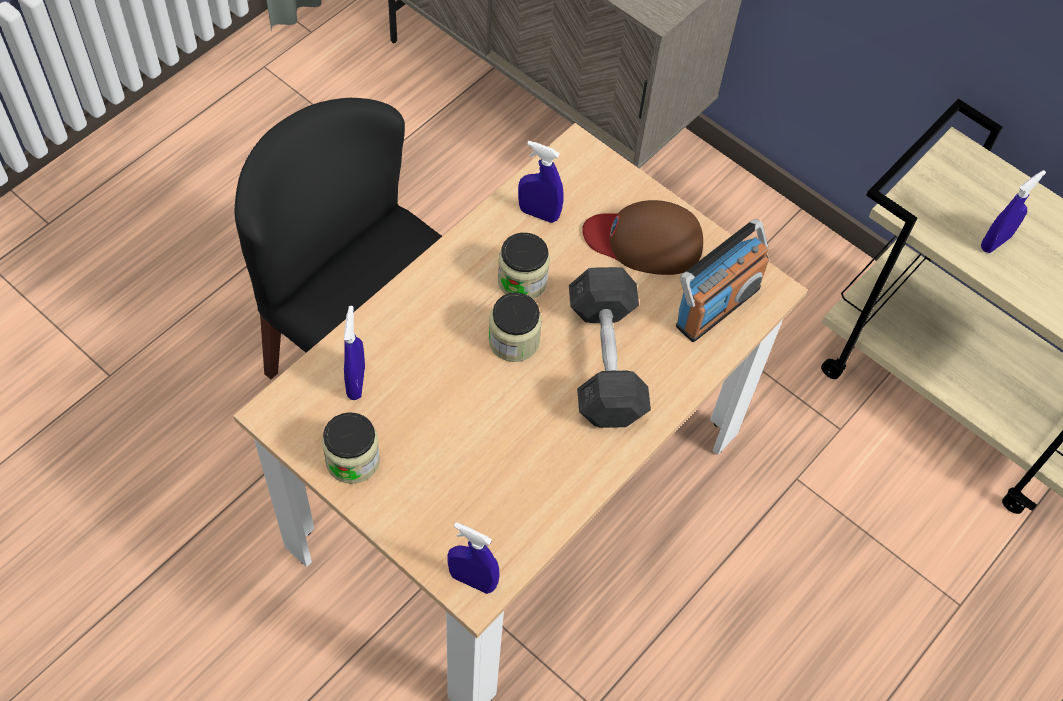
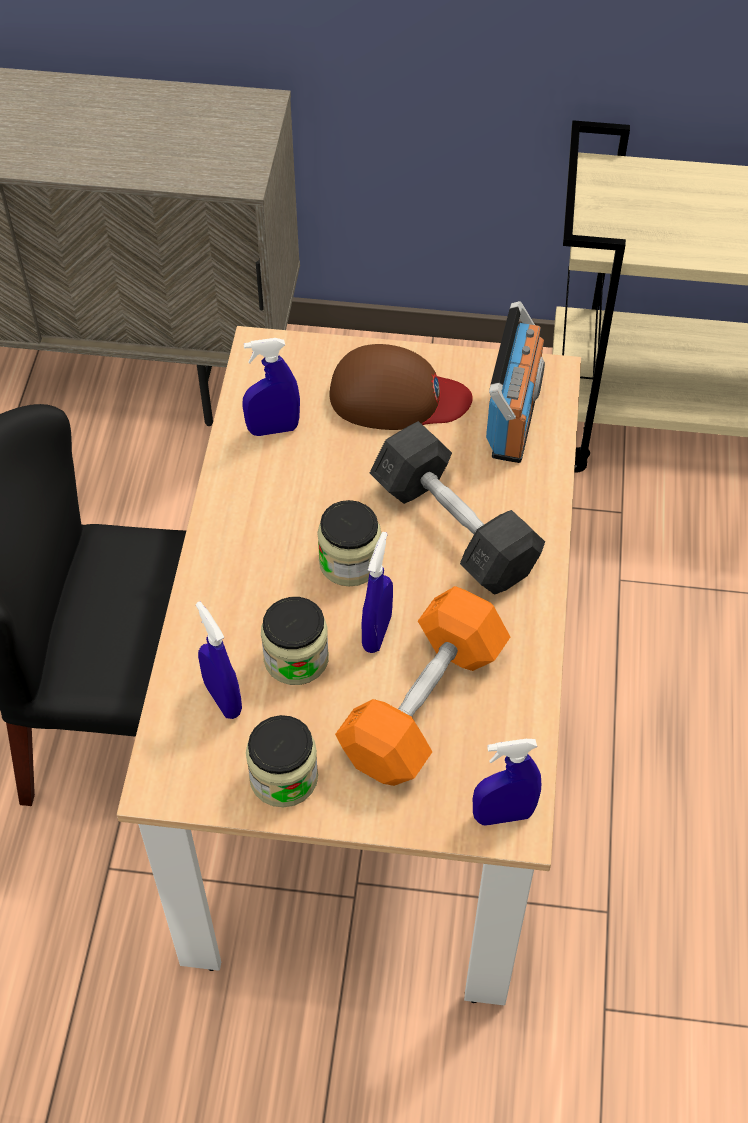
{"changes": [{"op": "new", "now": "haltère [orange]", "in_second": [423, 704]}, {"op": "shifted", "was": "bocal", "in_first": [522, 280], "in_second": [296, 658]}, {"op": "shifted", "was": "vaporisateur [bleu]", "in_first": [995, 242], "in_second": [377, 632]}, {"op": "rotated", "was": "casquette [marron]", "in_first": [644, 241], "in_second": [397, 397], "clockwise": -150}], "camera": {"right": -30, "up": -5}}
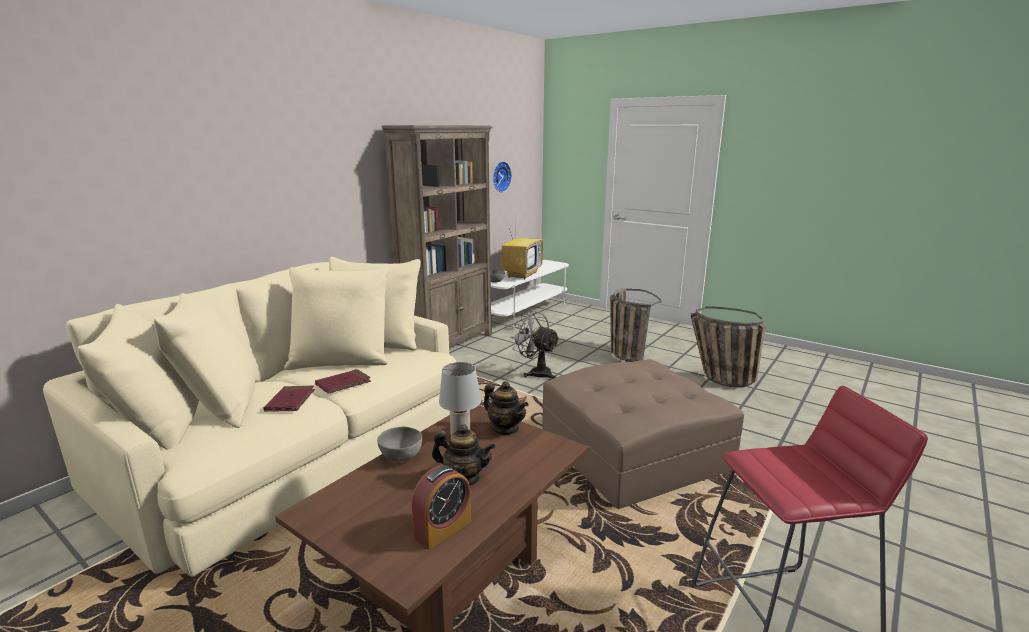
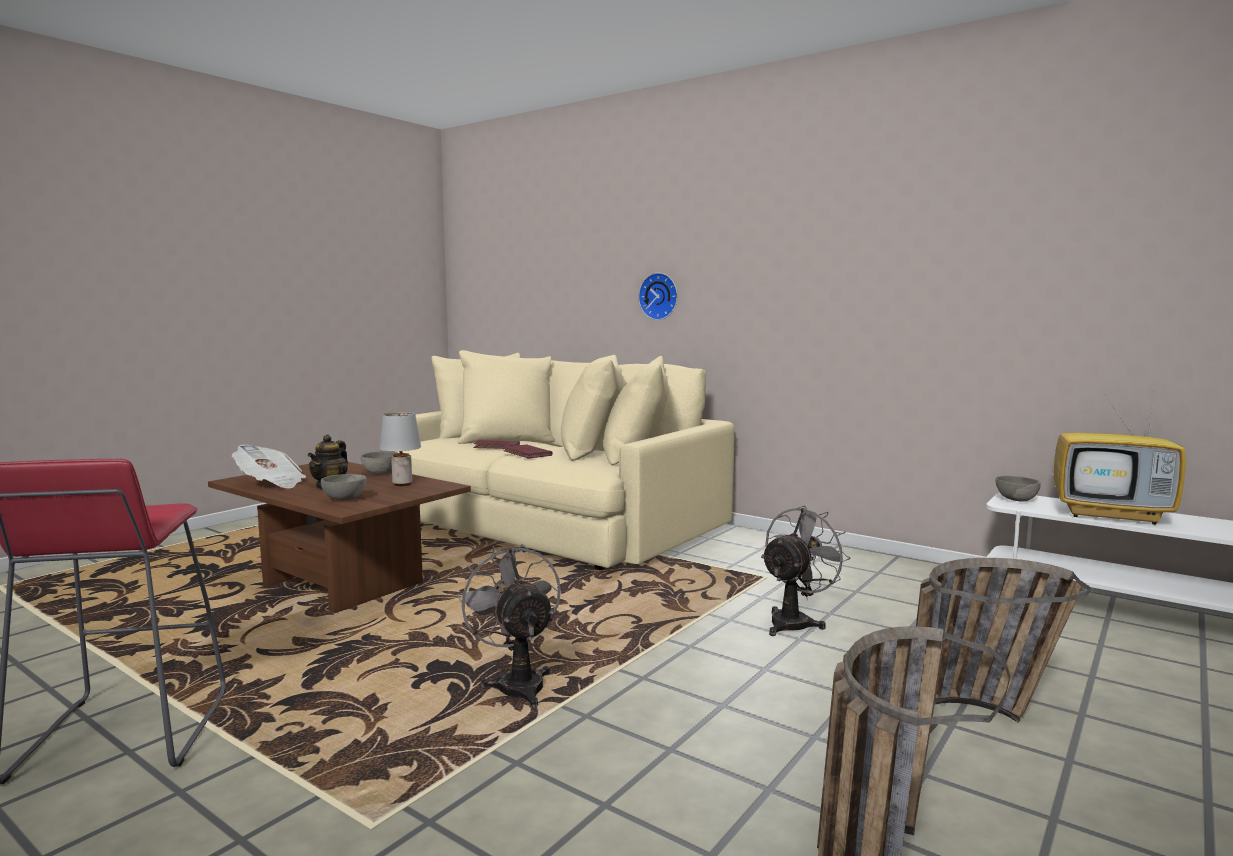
{"changes": [{"op": "gone", "was": "bibliothèque [marron]", "in_first": [449, 344]}, {"op": "gone", "was": "théière", "in_first": [505, 429]}, {"op": "new", "now": "bol [gris]", "in_second": [345, 499]}, {"op": "shifted", "was": "horloge murale", "in_first": [500, 176], "in_second": [659, 296]}, {"op": "swapped", "was": "réveil", "now": "journal", "in_first": [443, 529], "in_second": [271, 484]}, {"op": "swapped", "was": "pouf [marron]", "now": "ventilateur [gris]", "in_first": [634, 451], "in_second": [517, 683]}], "camera": {"right": 90, "up": -10}}
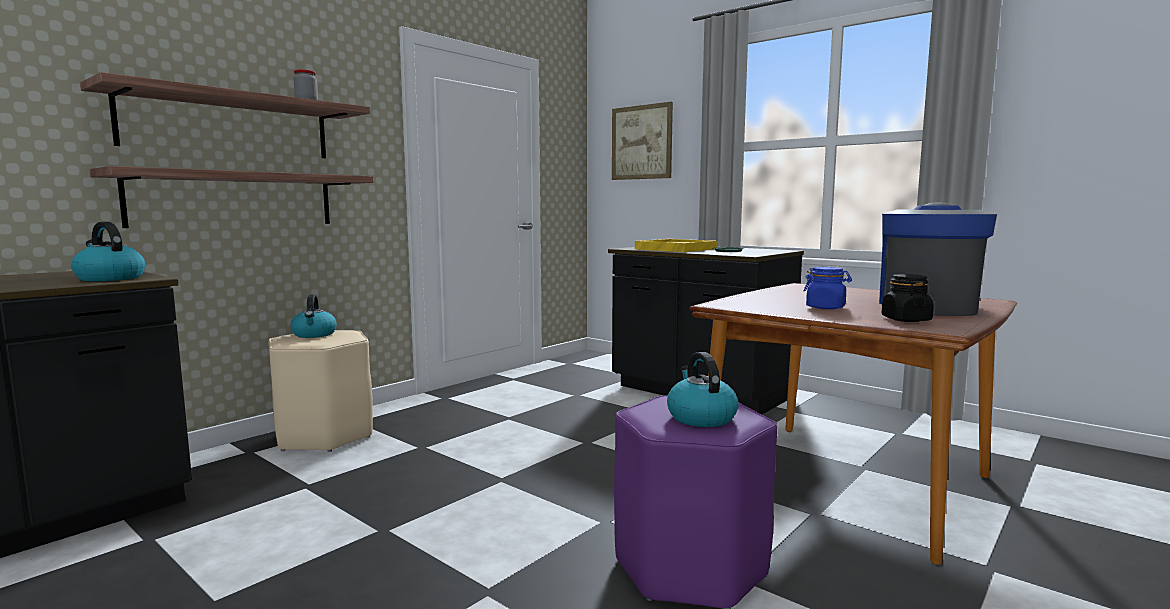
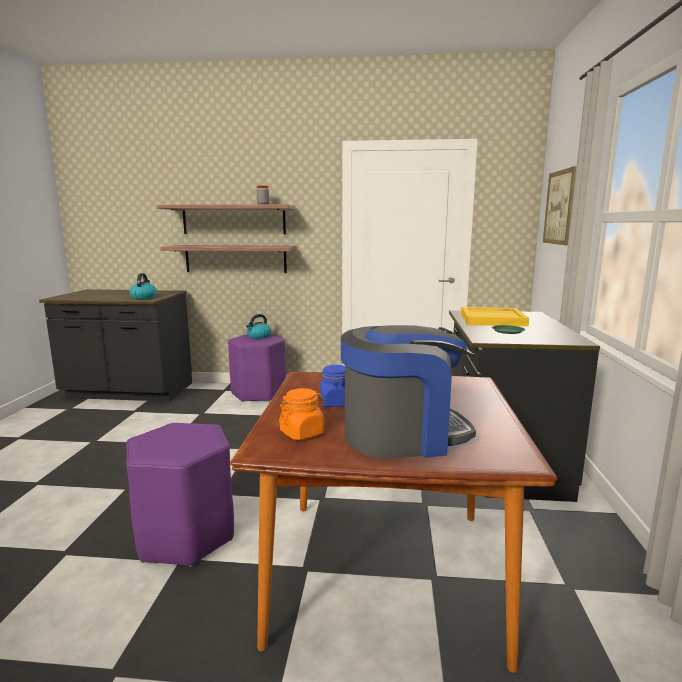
{"changes": [{"op": "gone", "was": "bouilloire", "in_first": [700, 417]}, {"op": "repainted", "was": "tabouret [beige]", "now": "tabouret [violet]", "in_first": [325, 436], "in_second": [259, 393]}, {"op": "repainted", "was": "bocal [noir]", "now": "bocal [orange]", "in_first": [905, 320], "in_second": [302, 433]}], "camera": {"right": 55, "up": 5}}
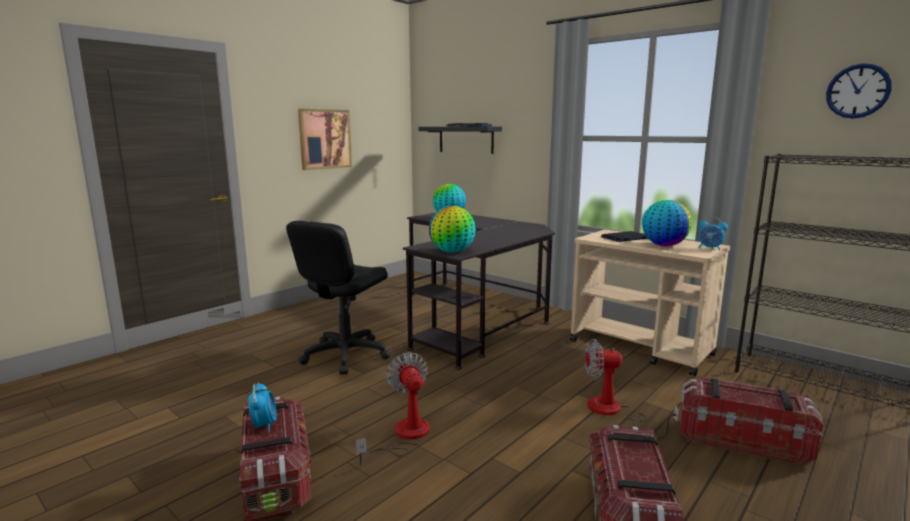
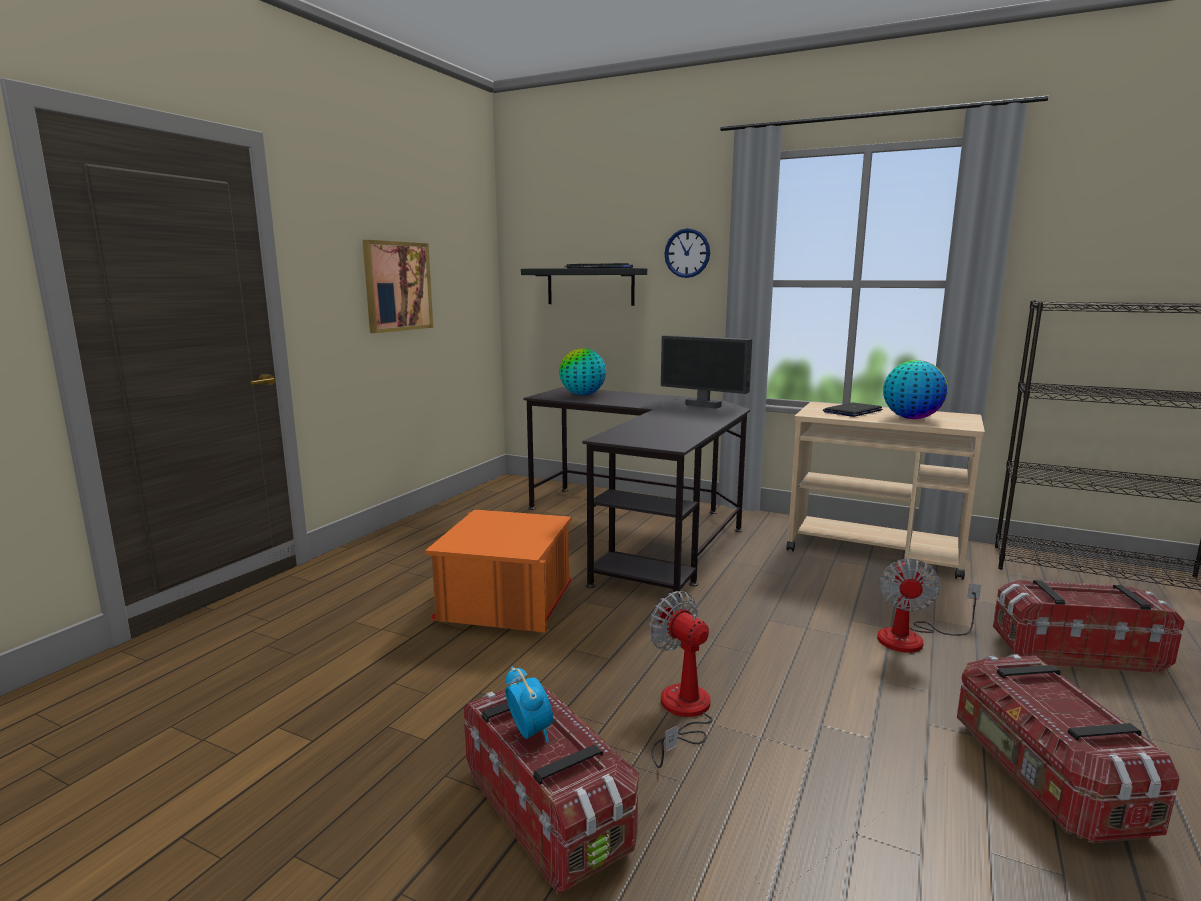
{"changes": [{"op": "gone", "was": "globe", "in_first": [452, 252]}, {"op": "gone", "was": "réveil", "in_first": [709, 248]}, {"op": "new", "now": "écran d'ordinateur", "in_second": [703, 405]}, {"op": "shifted", "was": "horloge murale", "in_first": [857, 91], "in_second": [687, 253]}, {"op": "swapped", "was": "chaise de bureau [noir]", "now": "boîte de rangement [orange]", "in_first": [345, 355], "in_second": [503, 605]}, {"op": "rotated", "was": "ventilateur", "in_first": [614, 412], "in_second": [913, 638], "clockwise": -60}], "camera": {"right": -15, "up": 0}}
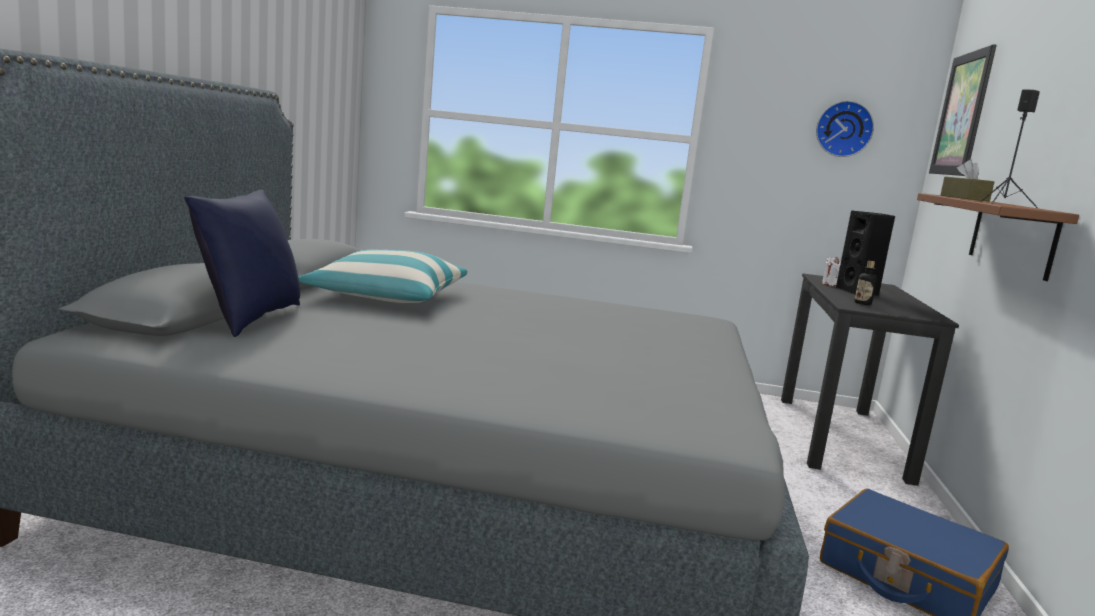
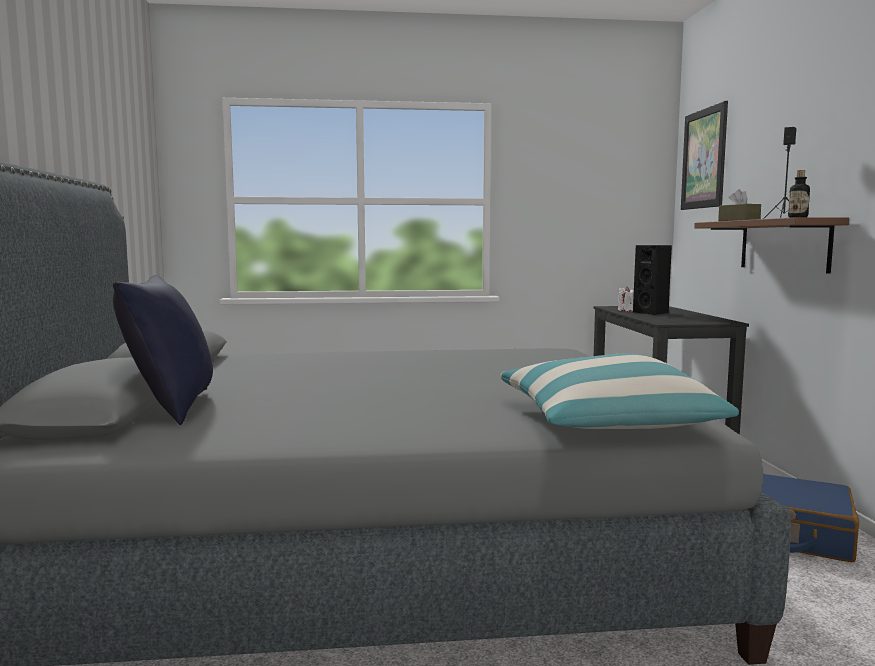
{"changes": [{"op": "gone", "was": "horloge murale", "in_first": [843, 129]}, {"op": "shifted", "was": "coussin", "in_first": [387, 296], "in_second": [607, 421]}, {"op": "shifted", "was": "bouteille", "in_first": [862, 303], "in_second": [797, 217]}], "camera": {"right": -15, "up": -5}}
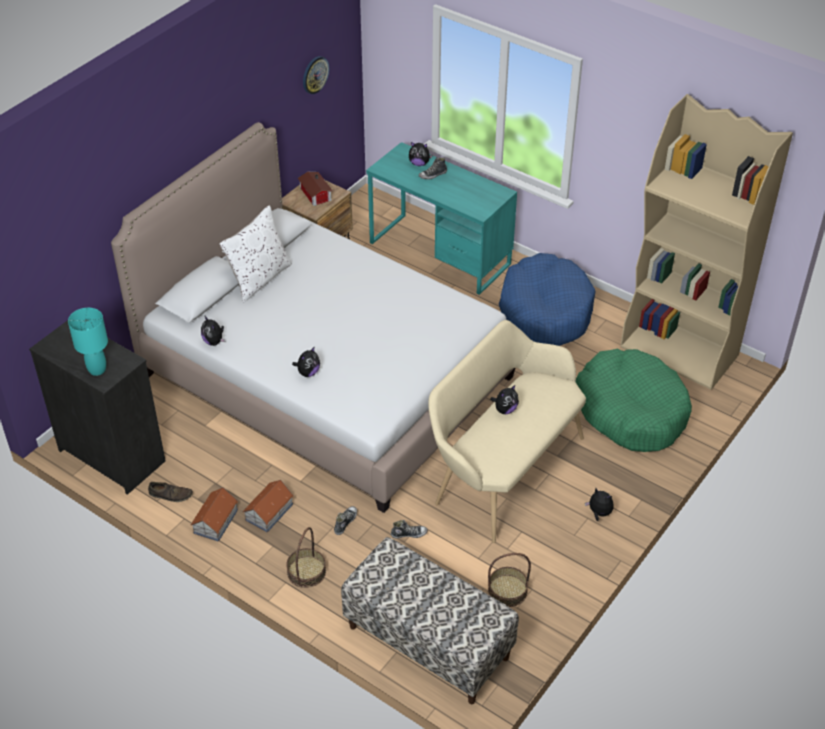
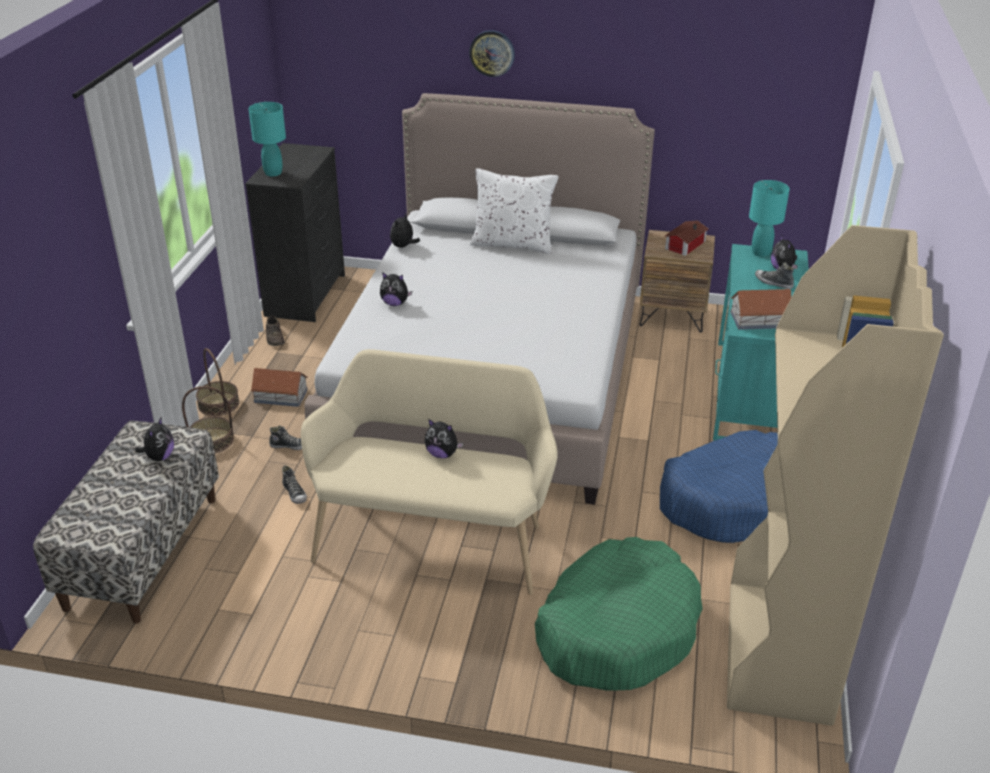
{"changes": [{"op": "new", "now": "lampe de table [turquoise]", "in_second": [760, 252]}, {"op": "shifted", "was": "maison miniature", "in_first": [215, 521], "in_second": [758, 319]}, {"op": "shifted", "was": "horloge murale", "in_first": [315, 74], "in_second": [492, 53]}, {"op": "shifted", "was": "panier", "in_first": [507, 590], "in_second": [219, 404]}, {"op": "shifted", "was": "peluche", "in_first": [599, 513], "in_second": [159, 457]}], "camera": {"right": 65, "up": -10}}
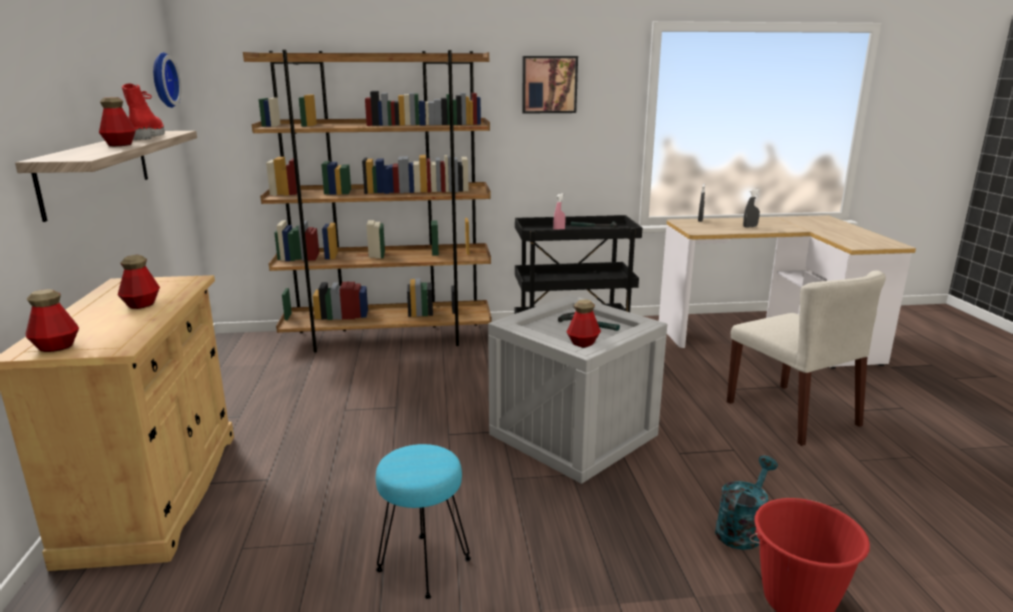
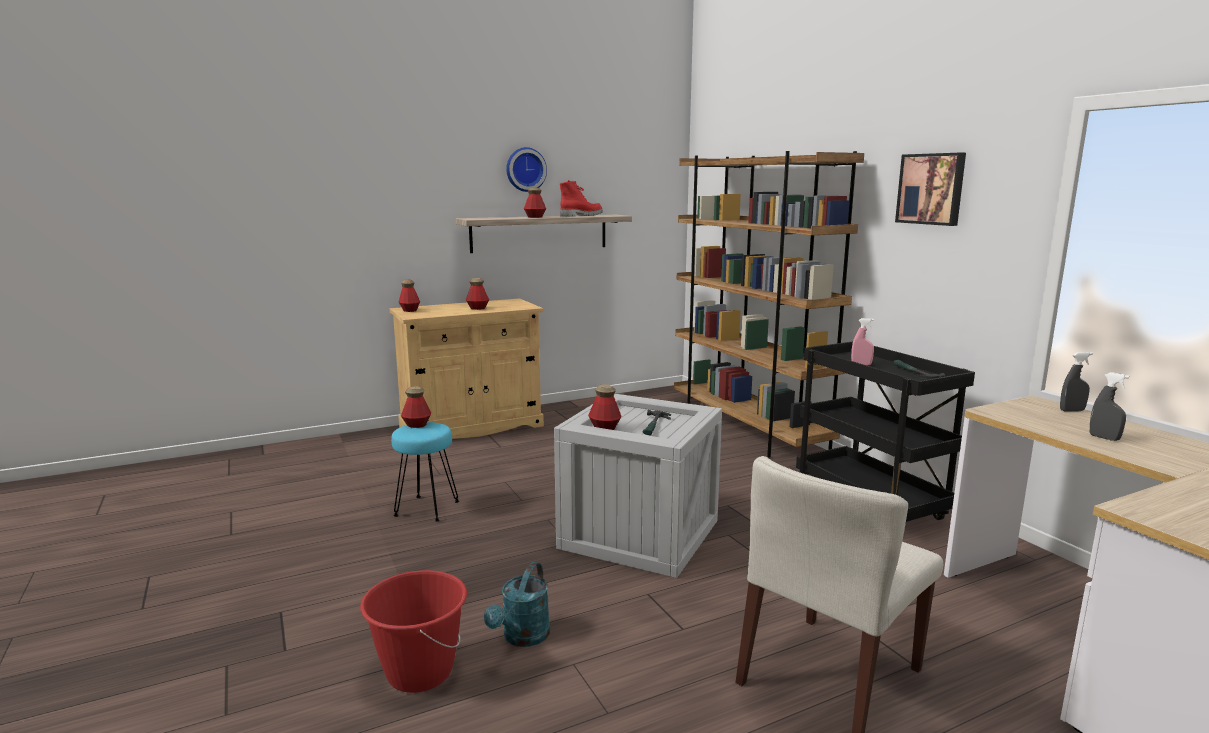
{"changes": [{"op": "new", "now": "bouteille", "in_second": [416, 425]}, {"op": "shifted", "was": "horloge murale", "in_first": [162, 80], "in_second": [525, 169]}, {"op": "rotated", "was": "arrosoir [turquoise]", "in_first": [741, 529], "in_second": [522, 638], "clockwise": 90}], "camera": {"right": 70, "up": -5}}
